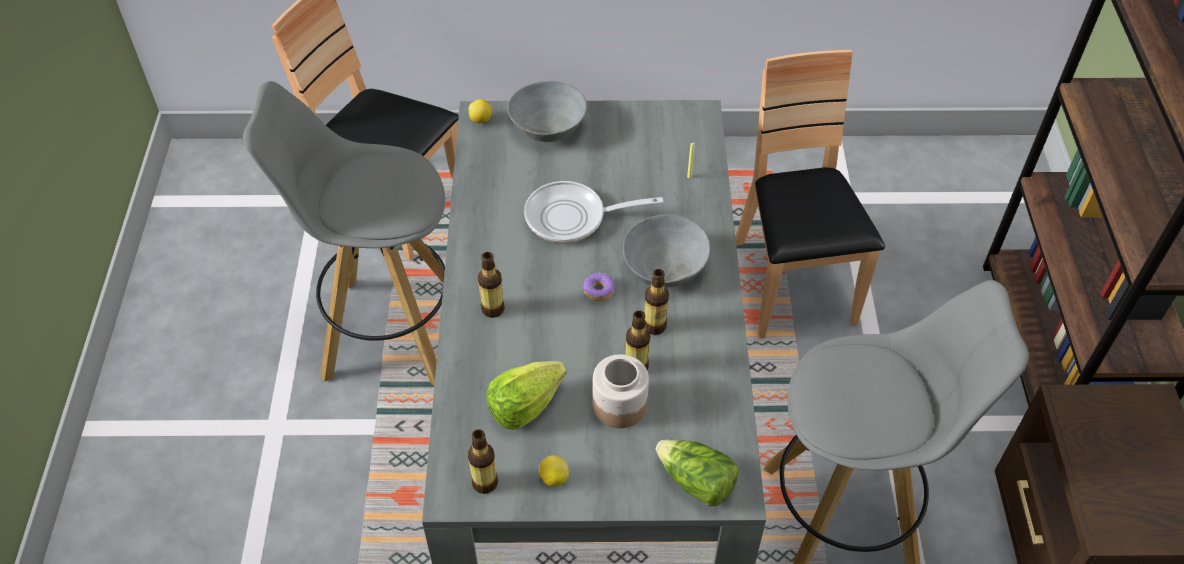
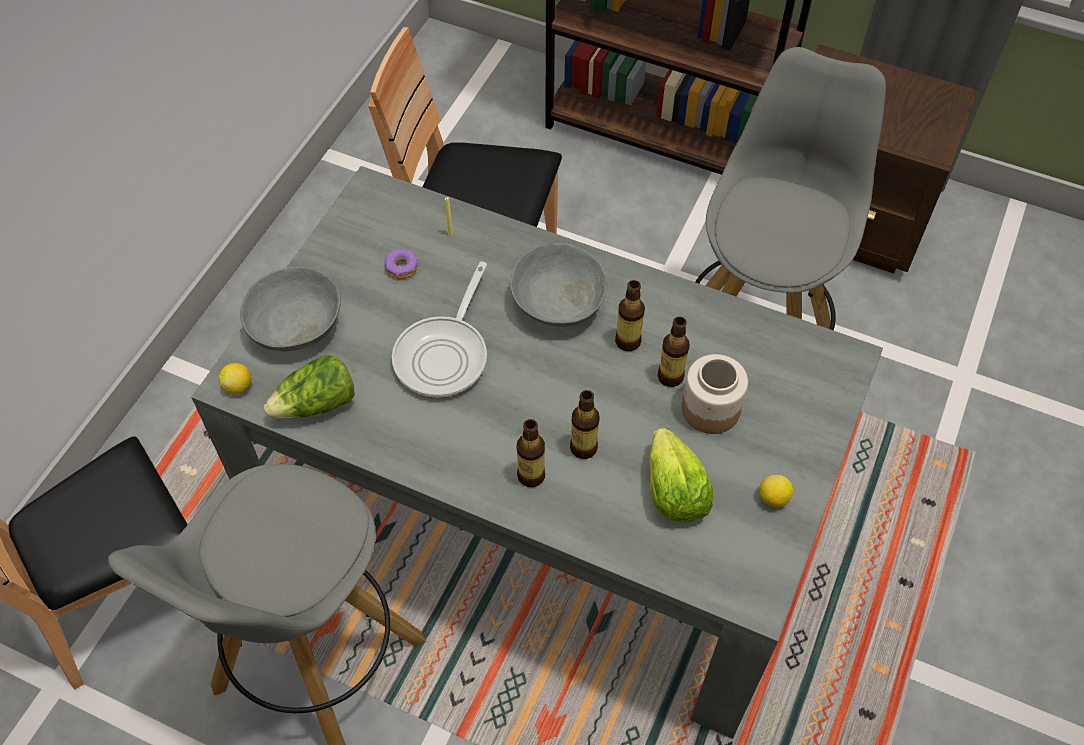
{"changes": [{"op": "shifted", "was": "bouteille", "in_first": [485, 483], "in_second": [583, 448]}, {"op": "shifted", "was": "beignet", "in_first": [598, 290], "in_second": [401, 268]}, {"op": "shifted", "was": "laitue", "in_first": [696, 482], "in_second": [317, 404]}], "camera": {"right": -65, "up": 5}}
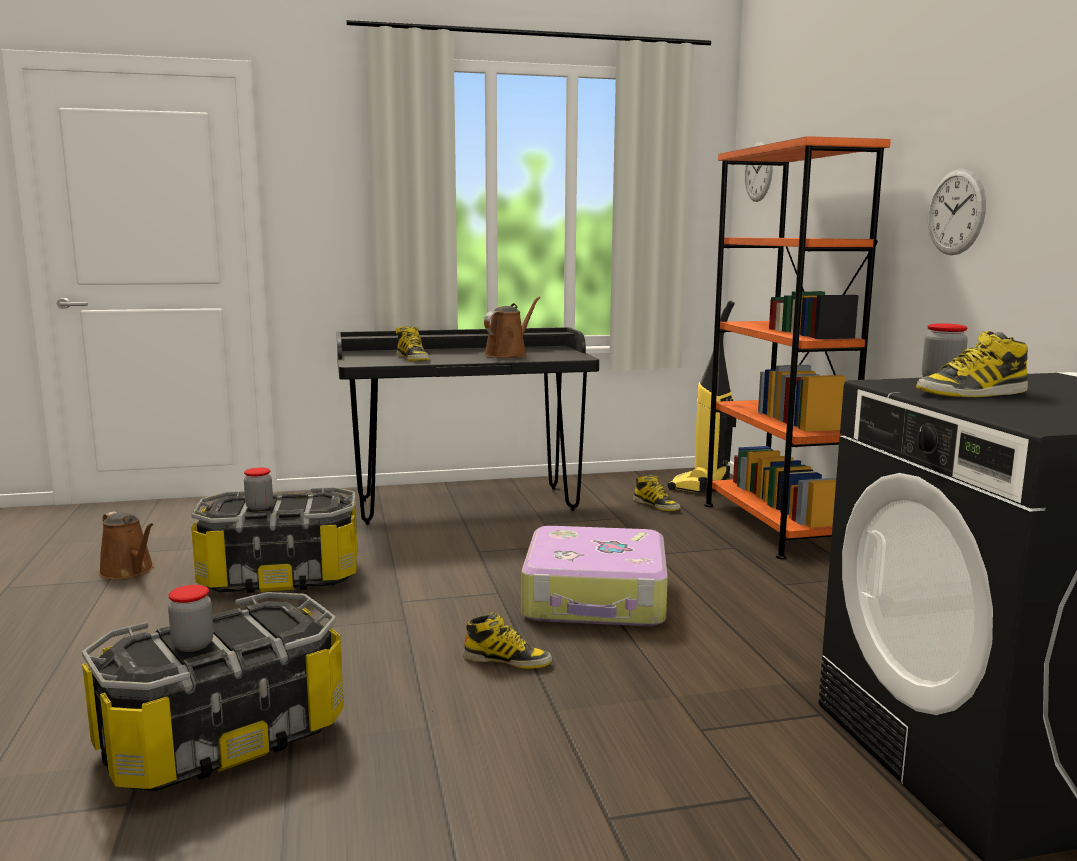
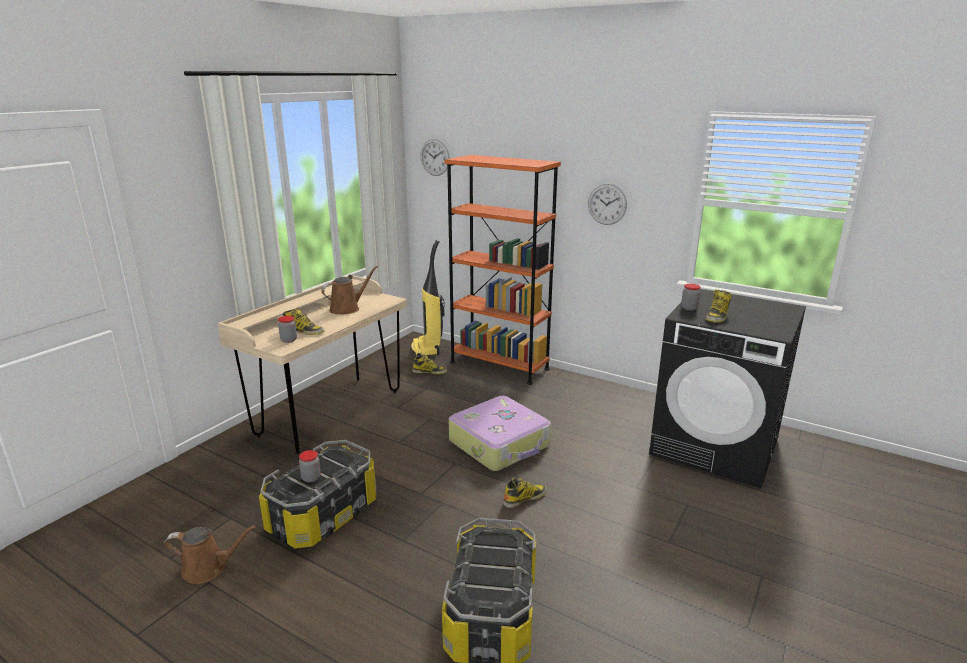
{"changes": [{"op": "shifted", "was": "bocal", "in_first": [193, 645], "in_second": [289, 340]}, {"op": "repainted", "was": "bureau [noir]", "now": "bureau [beige]", "in_first": [466, 504], "in_second": [330, 412]}, {"op": "rotated", "was": "arrosoir [marron]", "in_first": [508, 355], "in_second": [347, 308], "clockwise": 60}], "camera": {"right": -45, "up": 10}}
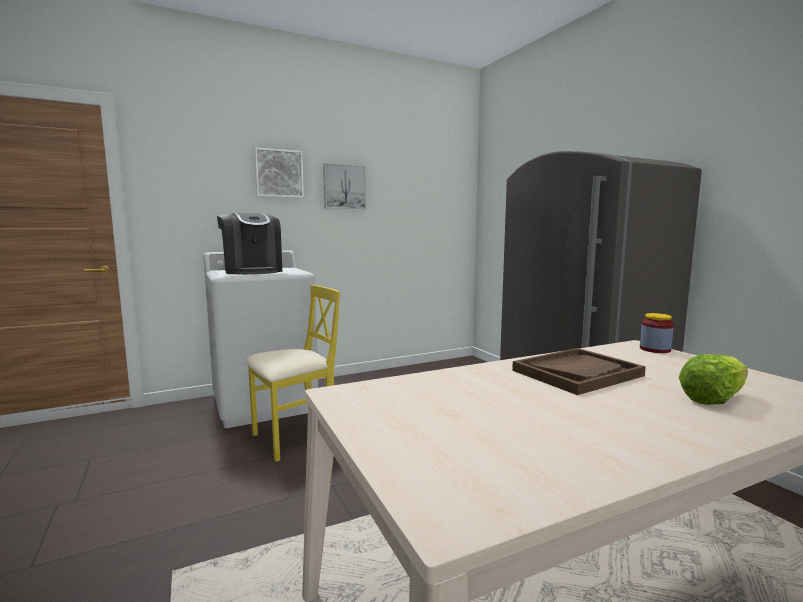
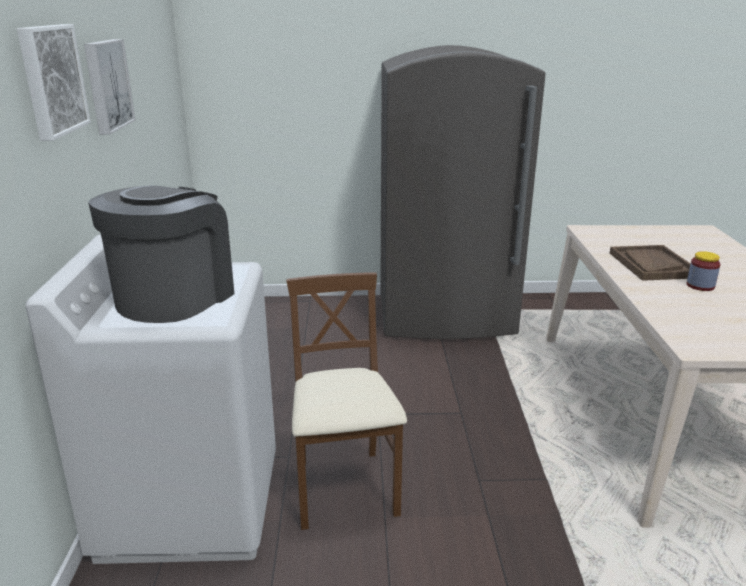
{"changes": [{"op": "gone", "was": "laitue", "in_first": [713, 399]}, {"op": "shifted", "was": "bocal", "in_first": [655, 349], "in_second": [700, 286]}, {"op": "repainted", "was": "chaise [jaune]", "now": "chaise [marron]", "in_first": [295, 438], "in_second": [344, 489]}, {"op": "rotated", "was": "machine à café", "in_first": [252, 271], "in_second": [174, 297], "clockwise": -60}], "camera": {"right": -65, "up": 15}}
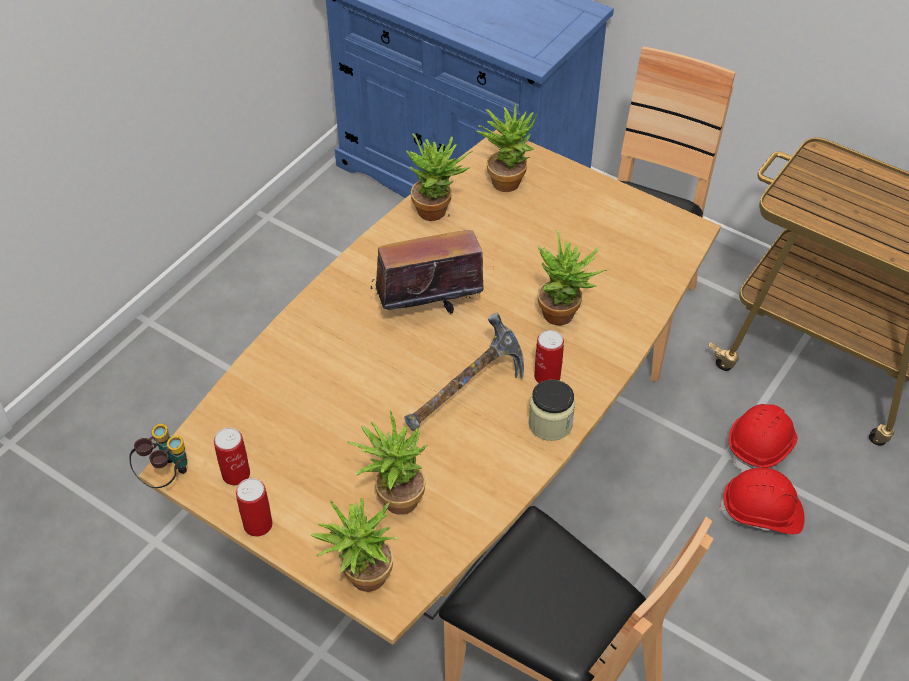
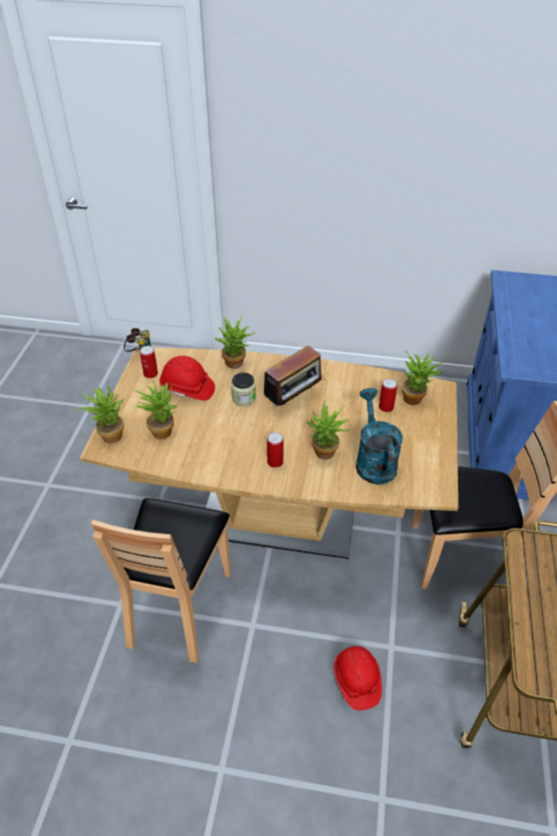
{"changes": [{"op": "gone", "was": "marteau", "in_first": [465, 397]}, {"op": "new", "now": "arrosoir [turquoise]", "in_second": [373, 460]}, {"op": "shifted", "was": "boîte métallique", "in_first": [258, 524], "in_second": [386, 407]}, {"op": "shifted", "was": "plante en pot", "in_first": [438, 210], "in_second": [236, 365]}, {"op": "shifted", "was": "bocal", "in_first": [550, 423], "in_second": [244, 398]}, {"op": "shifted", "was": "casque de chantier [rouge]", "in_first": [761, 446], "in_second": [187, 389]}, {"op": "rotated", "was": "radio", "in_first": [428, 308], "in_second": [294, 400], "clockwise": 90}], "camera": {"right": 65, "up": -5}}
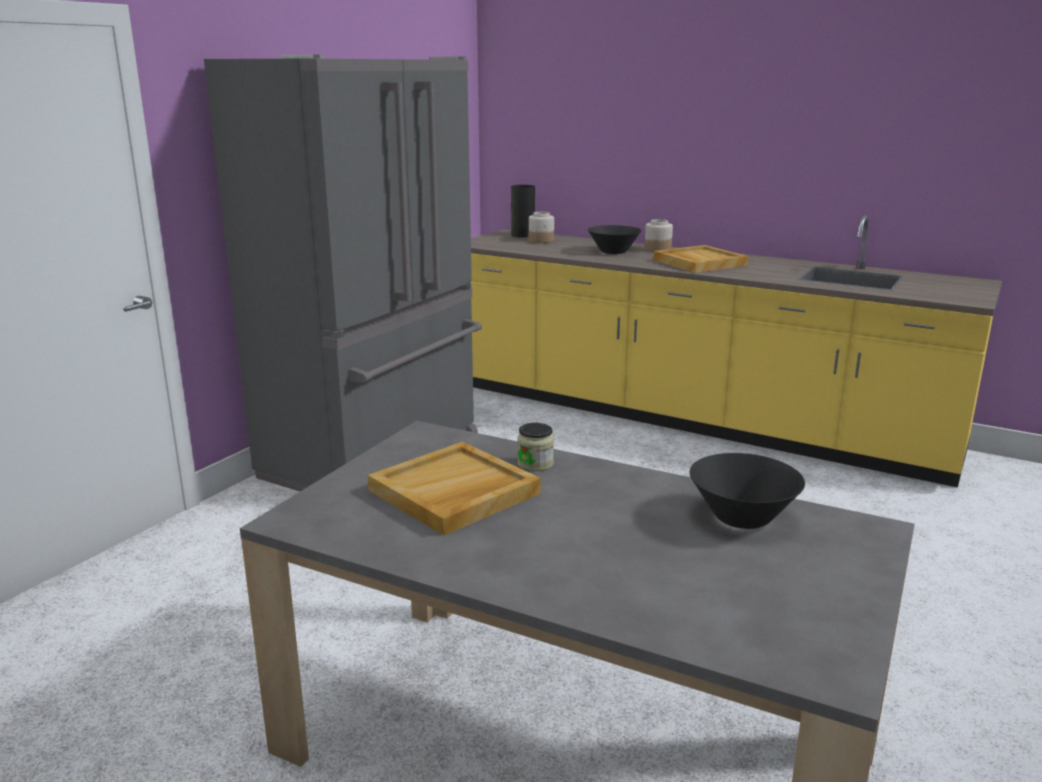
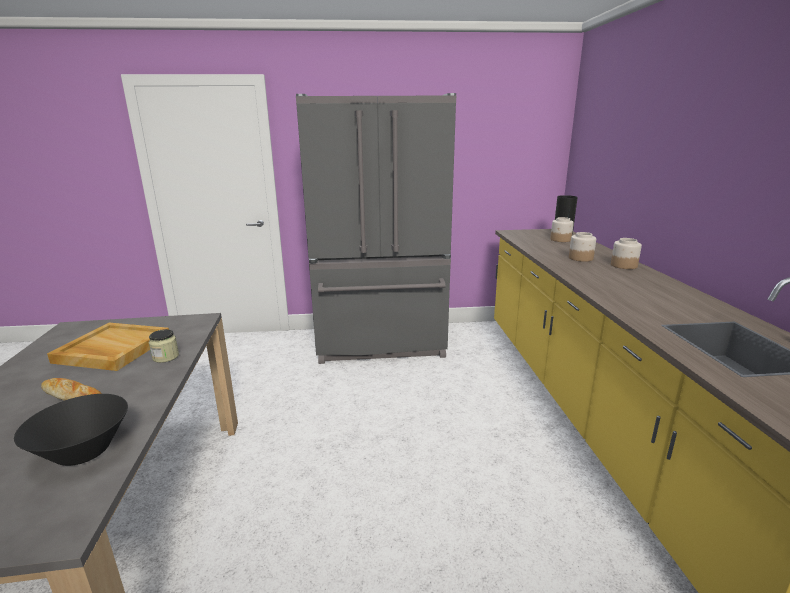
{"changes": [{"op": "gone", "was": "plateau [beige]", "in_first": [698, 262]}, {"op": "new", "now": "pain", "in_second": [72, 395]}, {"op": "swapped", "was": "bol [noir]", "now": "bocal", "in_first": [613, 252], "in_second": [580, 258]}], "camera": {"right": 55, "up": 0}}
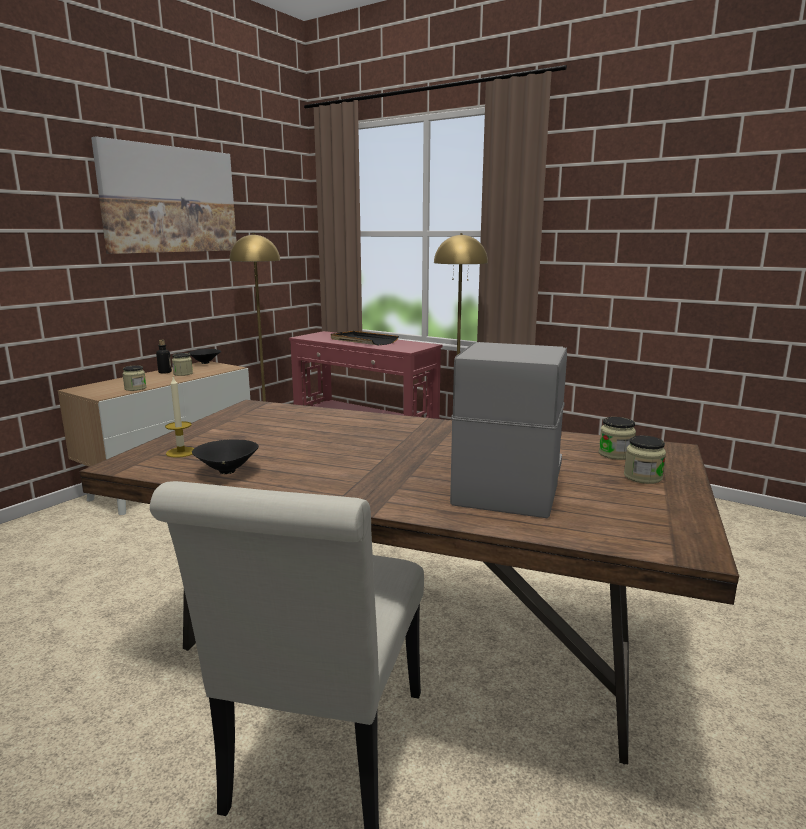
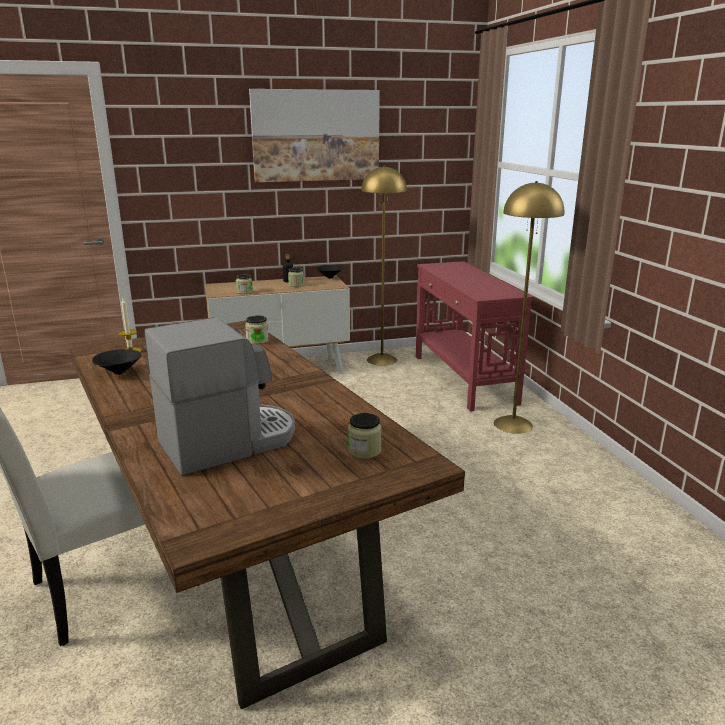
{"changes": [{"op": "gone", "was": "plateau [noir]", "in_first": [363, 340]}, {"op": "shifted", "was": "bocal", "in_first": [642, 477], "in_second": [257, 341]}], "camera": {"right": 40, "up": 5}}
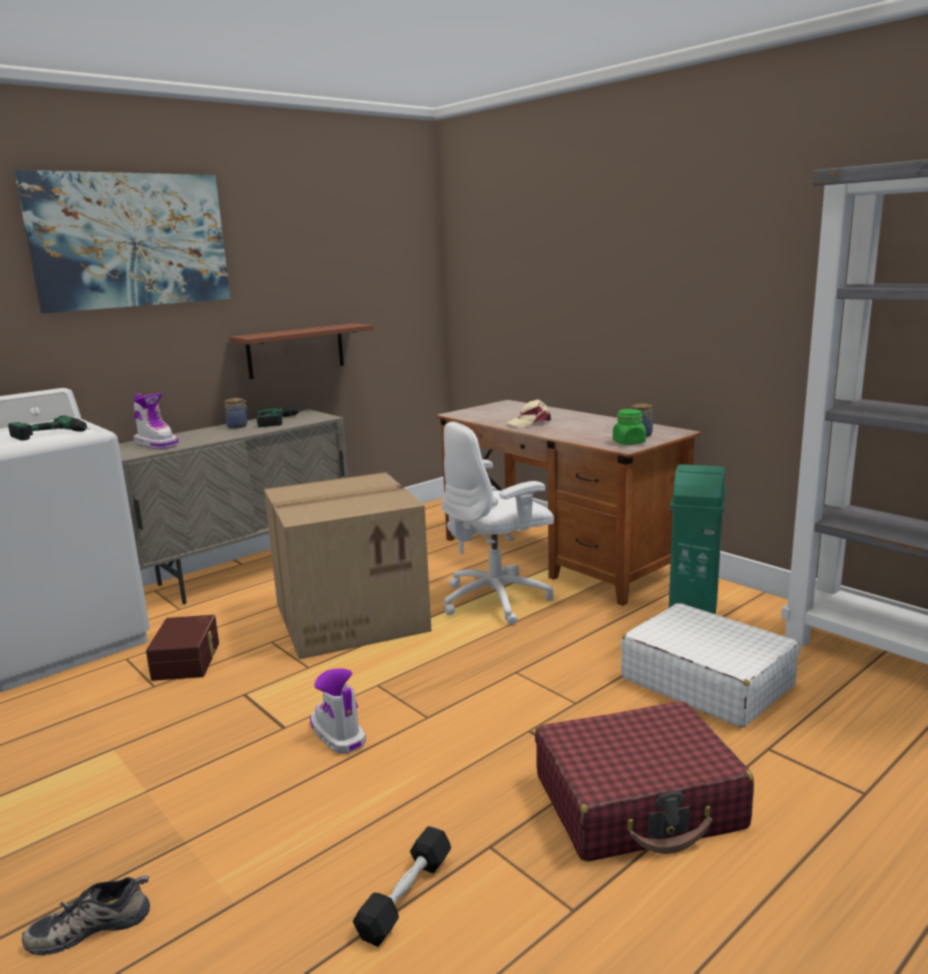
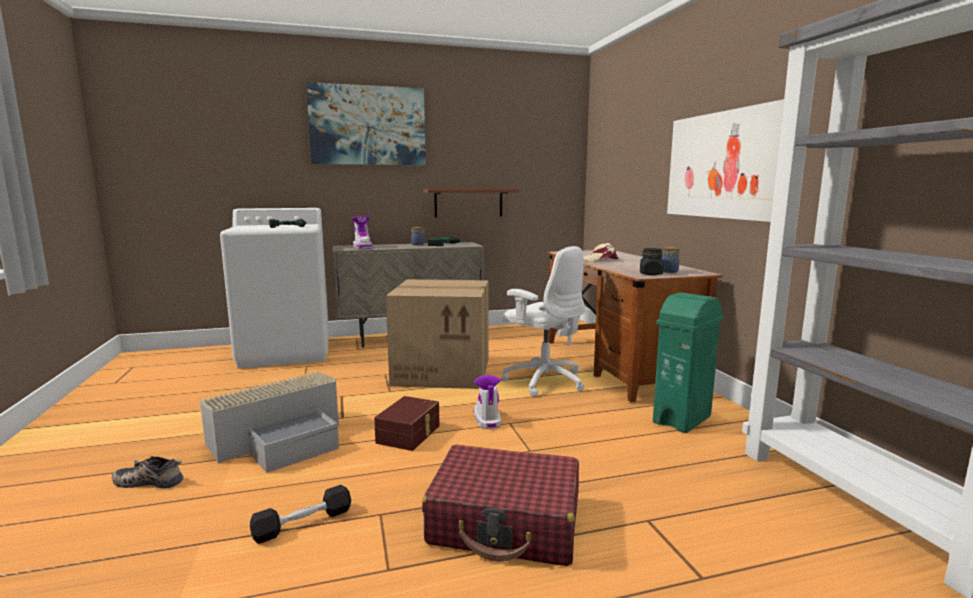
{"changes": [{"op": "gone", "was": "valise [blanc]", "in_first": [706, 682]}, {"op": "new", "now": "boîte de rangement [gris]", "in_second": [282, 439]}, {"op": "new", "now": "tableau", "in_second": [721, 165]}, {"op": "shifted", "was": "boîte de rangement [marron]", "in_first": [188, 660], "in_second": [410, 434]}, {"op": "shifted", "was": "botte", "in_first": [337, 734], "in_second": [487, 419]}, {"op": "repainted", "was": "bocal [vert]", "now": "bocal [noir]", "in_first": [629, 442], "in_second": [651, 274]}, {"op": "rotated", "was": "chaise de bureau [blanc]", "in_first": [497, 600], "in_second": [544, 380], "clockwise": -135}], "camera": {"right": 25, "up": -5}}
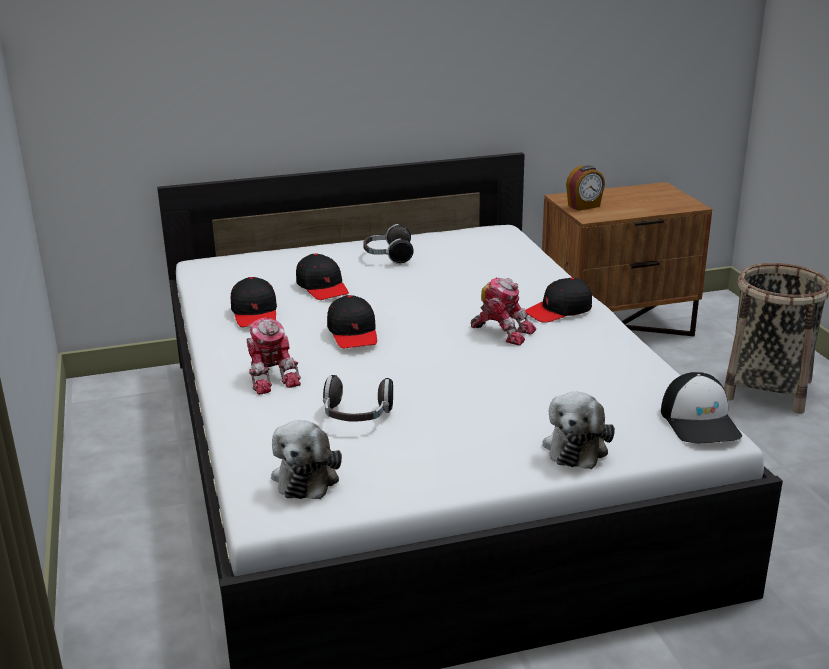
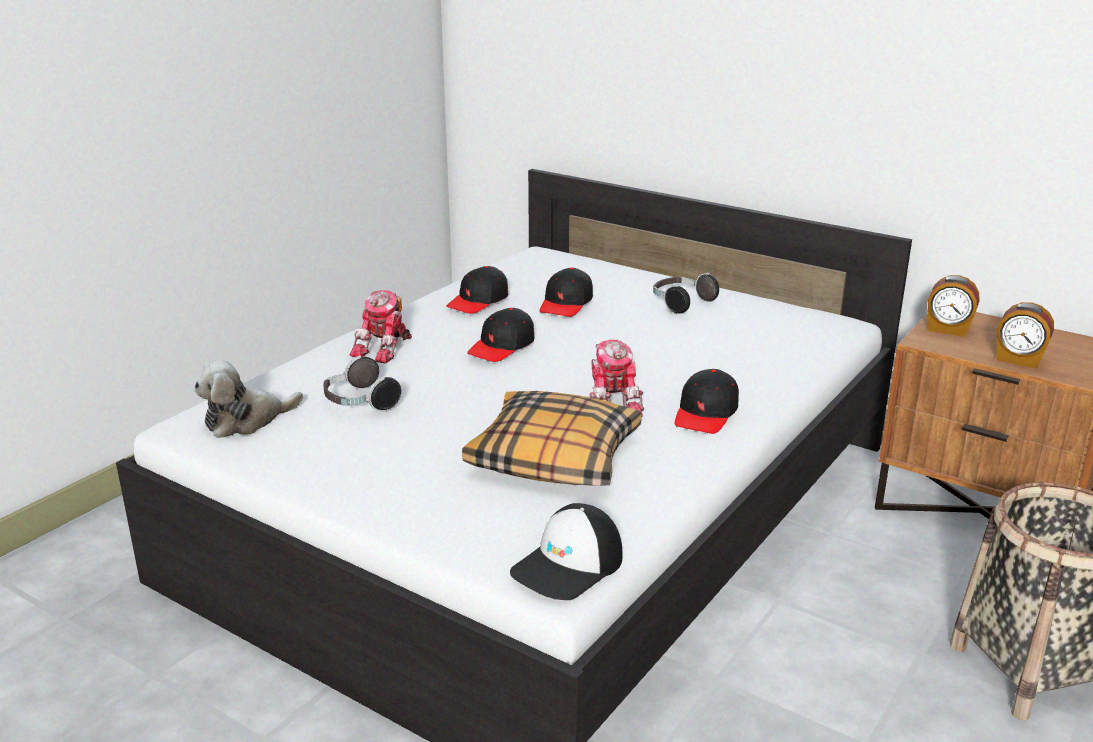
{"changes": [{"op": "gone", "was": "peluche", "in_first": [576, 446]}, {"op": "new", "now": "coussin", "in_second": [553, 457]}, {"op": "new", "now": "réveil", "in_second": [1018, 360]}, {"op": "rotated", "was": "casquette [noir]", "in_first": [559, 310], "in_second": [706, 413], "clockwise": -90}], "camera": {"right": 50, "up": 0}}
